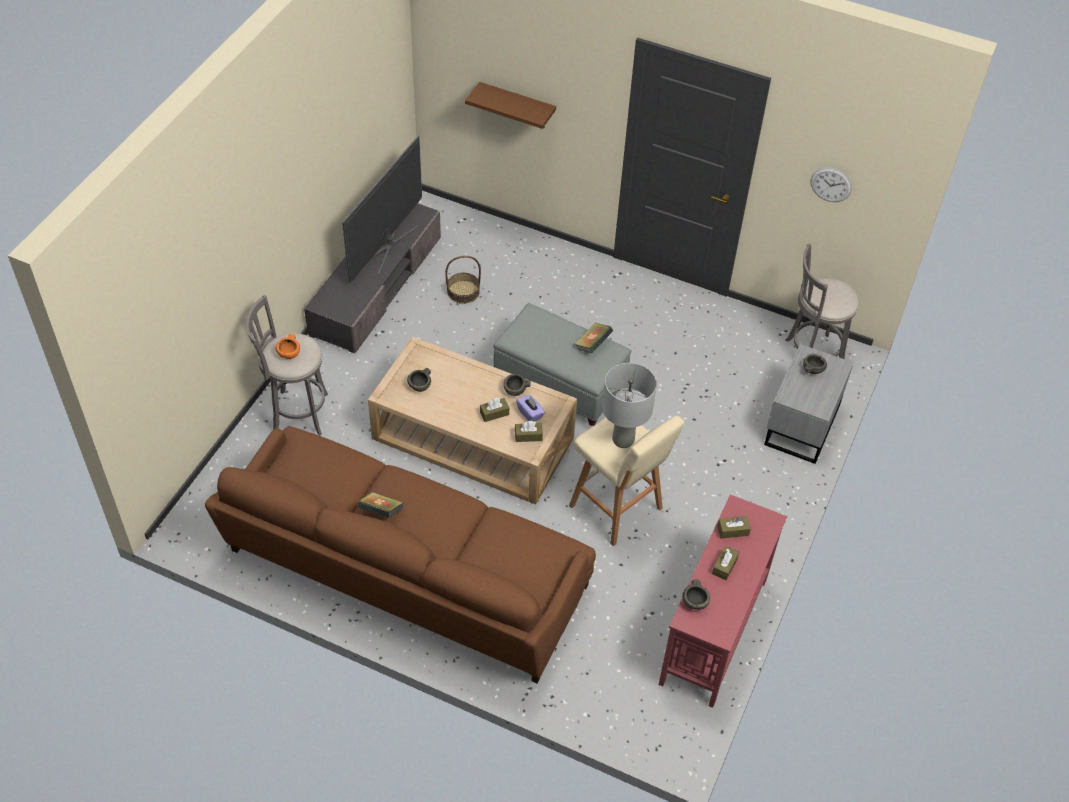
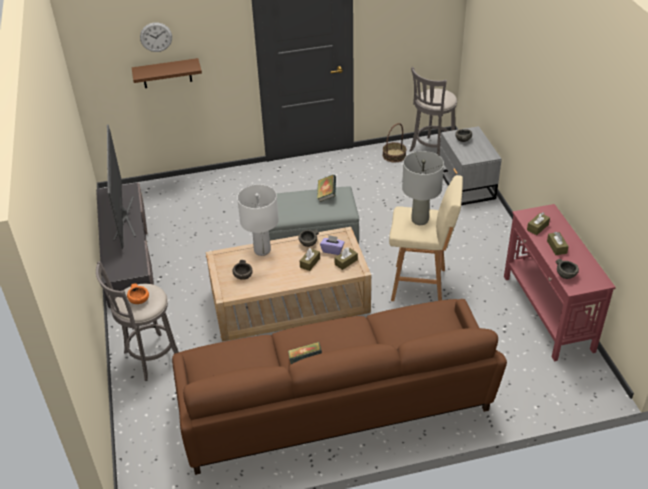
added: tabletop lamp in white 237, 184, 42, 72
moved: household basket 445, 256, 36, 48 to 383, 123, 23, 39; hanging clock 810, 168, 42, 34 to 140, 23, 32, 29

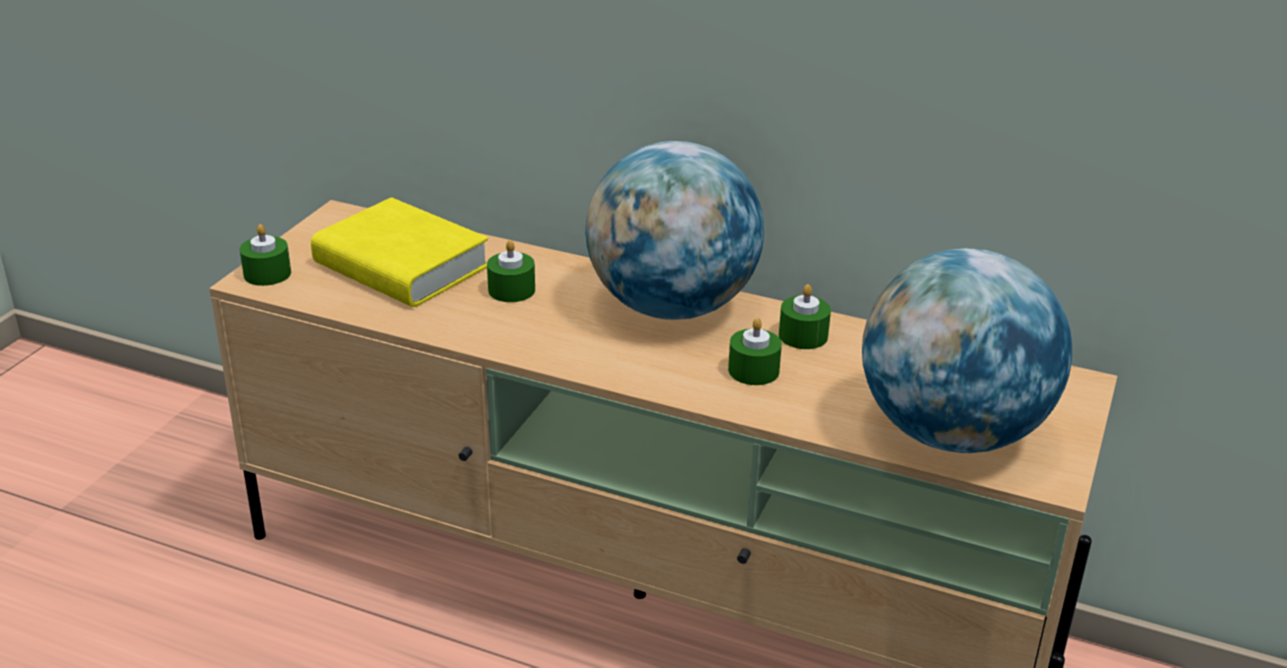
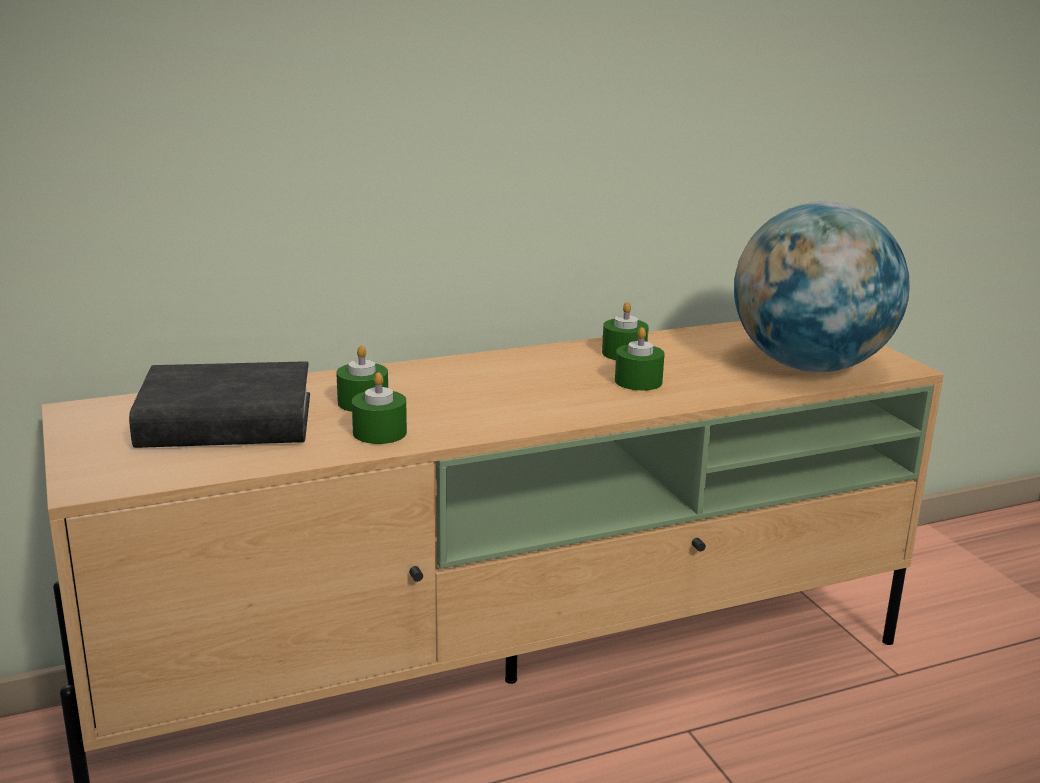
removed: world globe 585, 141, 179, 179
moved: wax candle in greenish 240, 224, 51, 62 to 352, 372, 55, 72
recoloured: bound book in yellow-coloured 311, 197, 177, 110 to bound book in black-coloured 129, 361, 181, 87

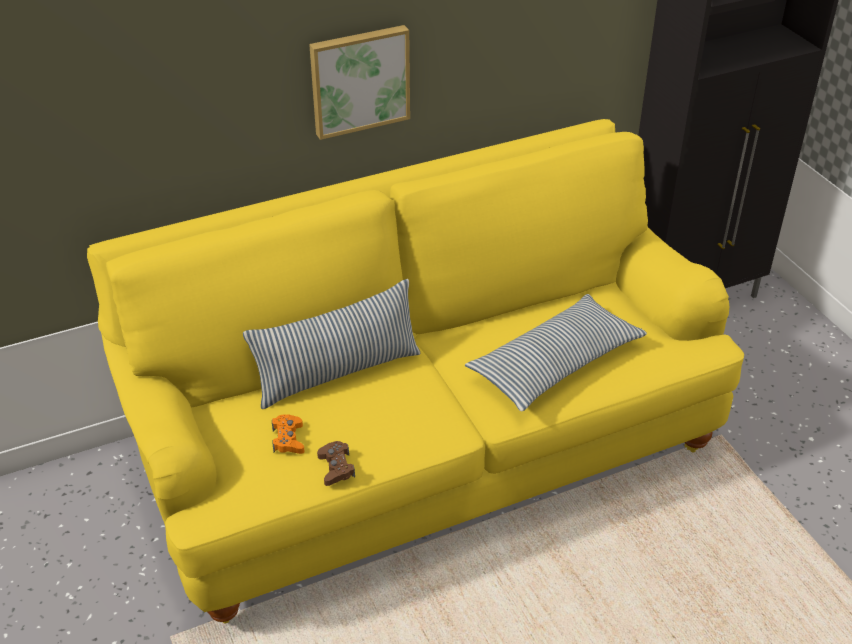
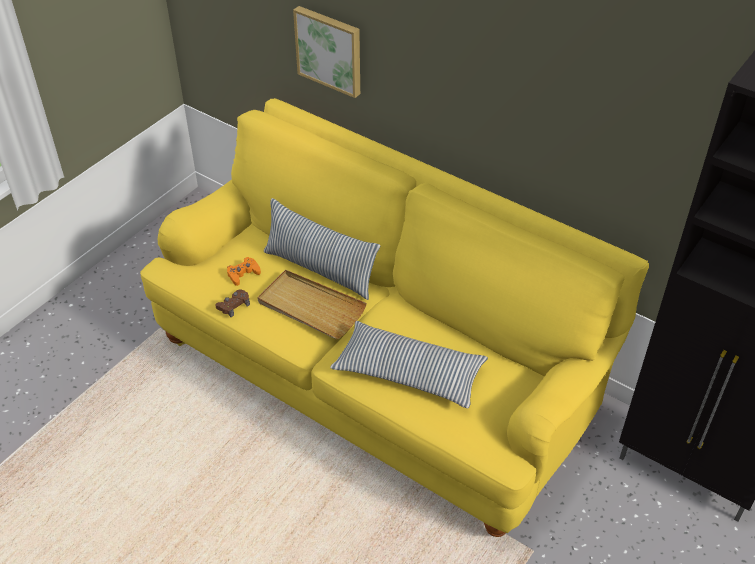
added: serving tray in beige 257, 270, 110, 70
moved: wall art 309, 25, 101, 115 to 293, 6, 67, 92

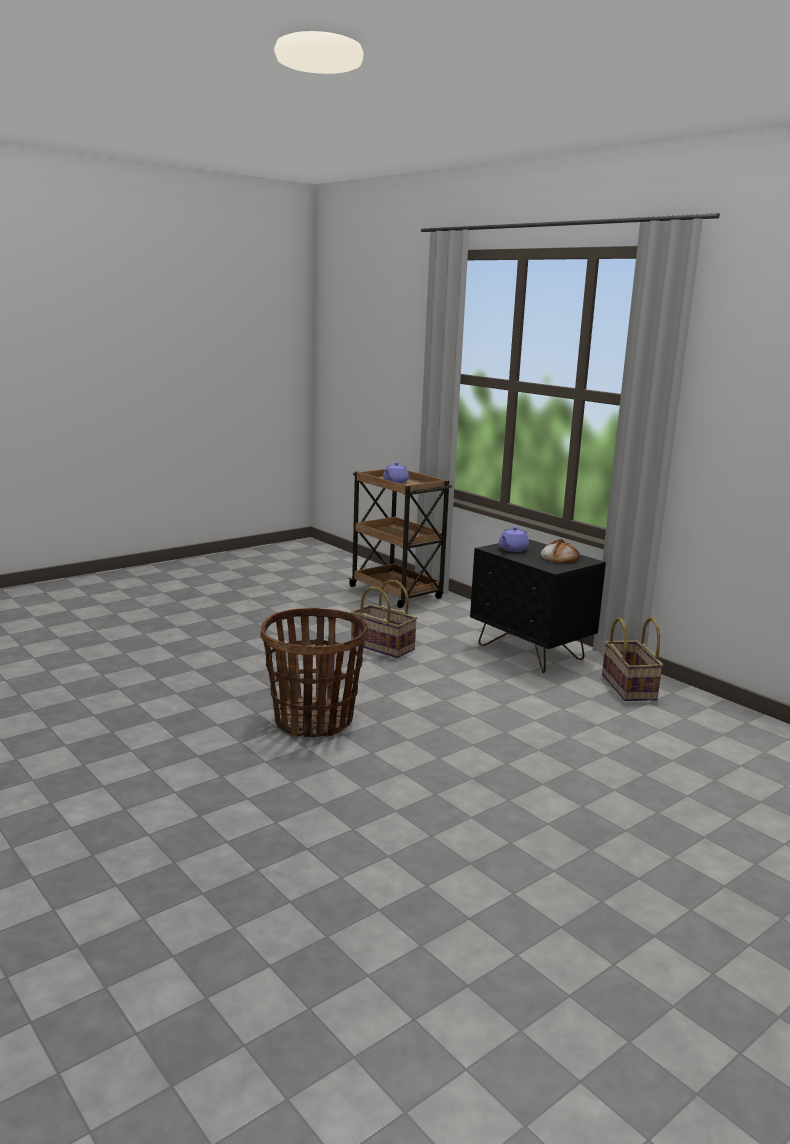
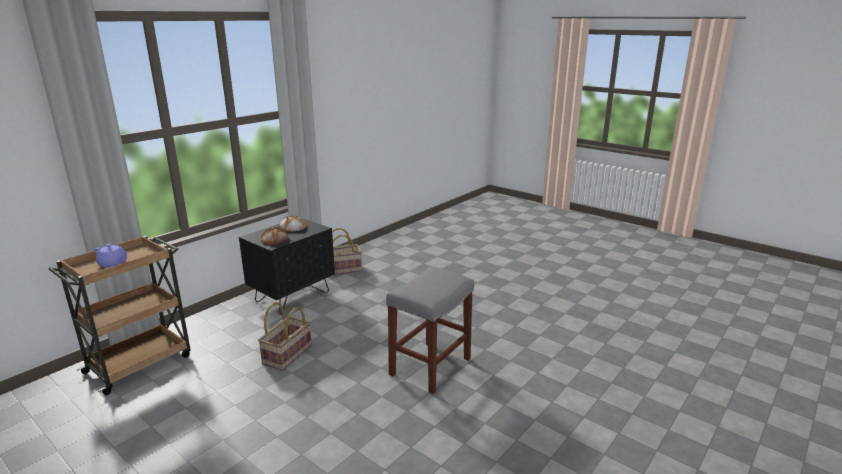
replaced: household basket 260, 608, 108, 130 to sitting stool in grey 386, 267, 88, 127; pot for tea in purplish 499, 526, 30, 26 to baked bread 260, 226, 28, 19

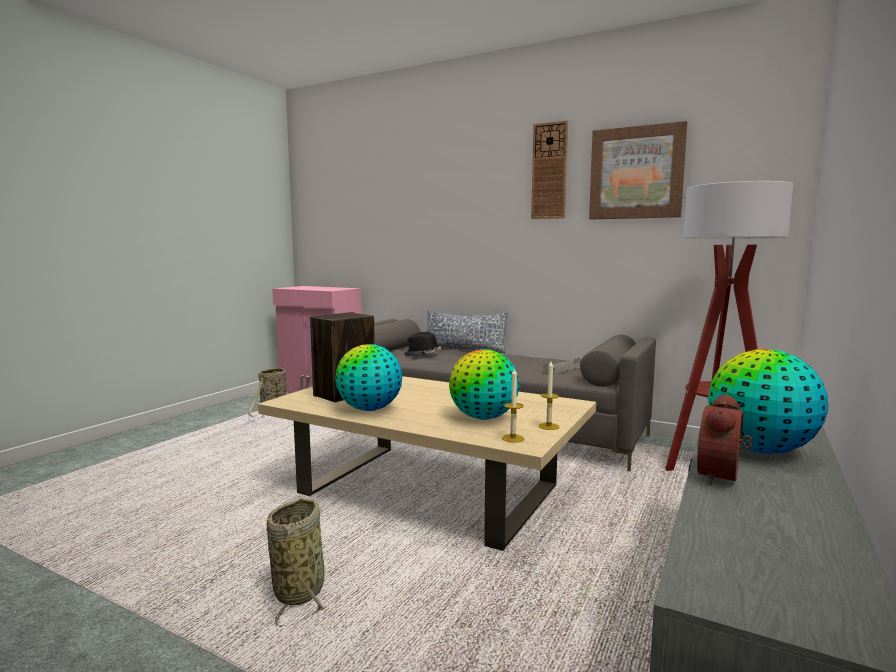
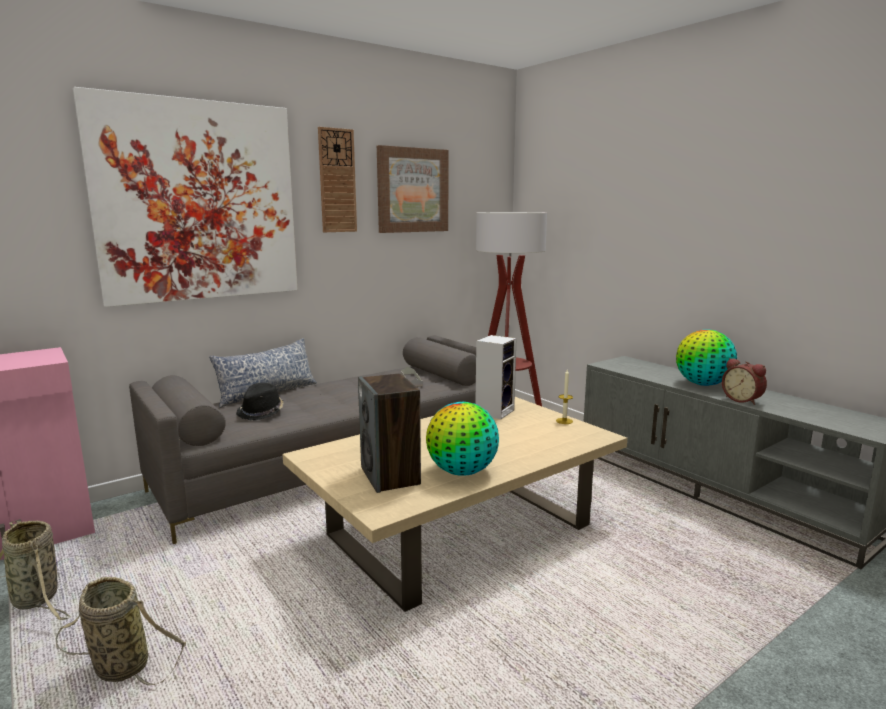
removed: world globe 449, 349, 70, 71; wax candle 502, 368, 22, 75
added: wall art 73, 87, 225, 220; audio speaker 475, 335, 42, 84
moved: household basket 266, 498, 60, 129 to 56, 577, 130, 109

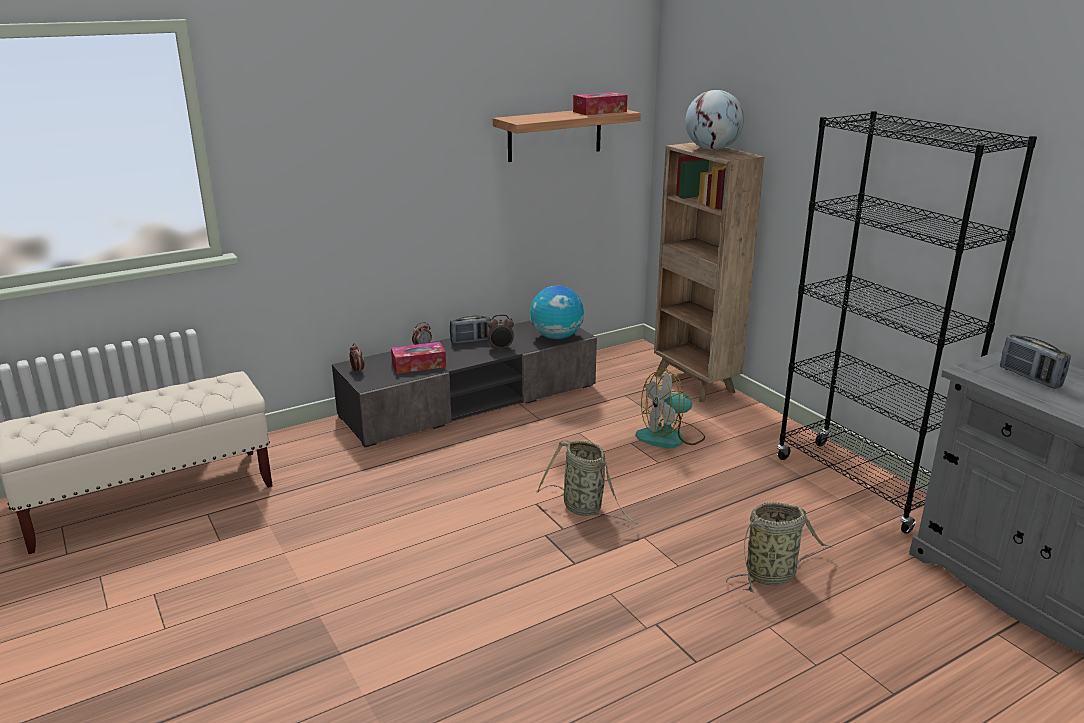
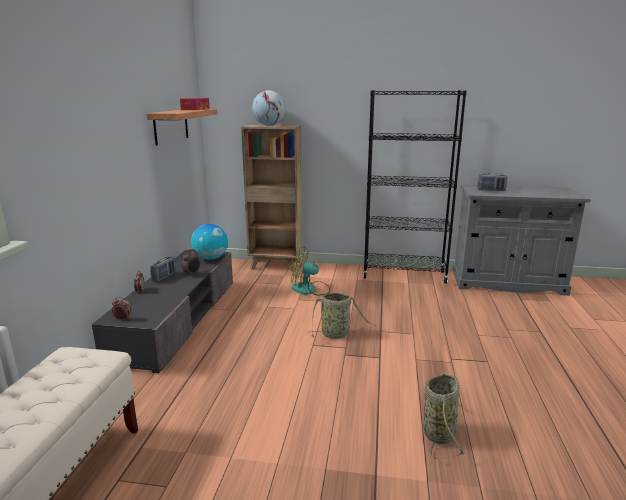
removed: tissue box 391, 342, 55, 32
moved: household basket 726, 502, 107, 90 to 423, 373, 42, 86
turned: fan 636, 368, 69, 81 = 291, 247, 39, 49 75 degrees clockwise

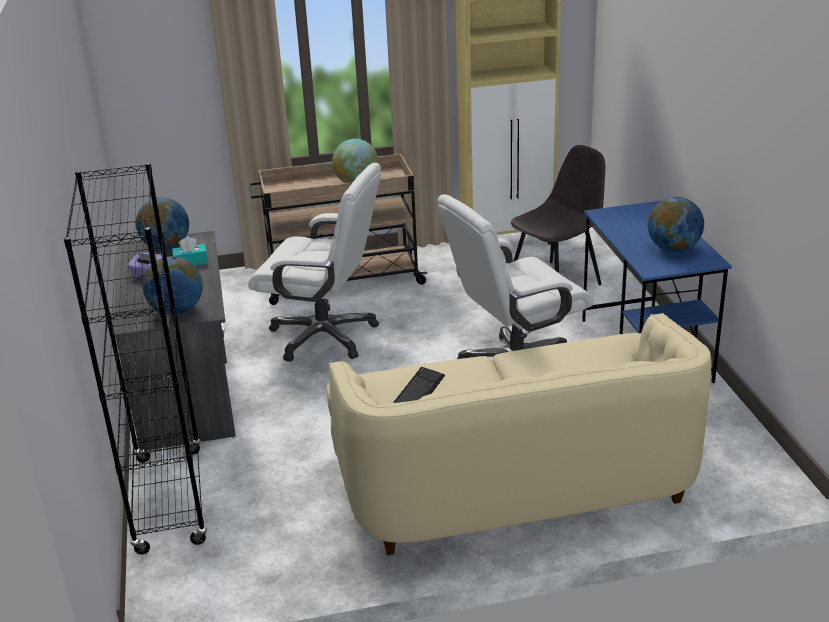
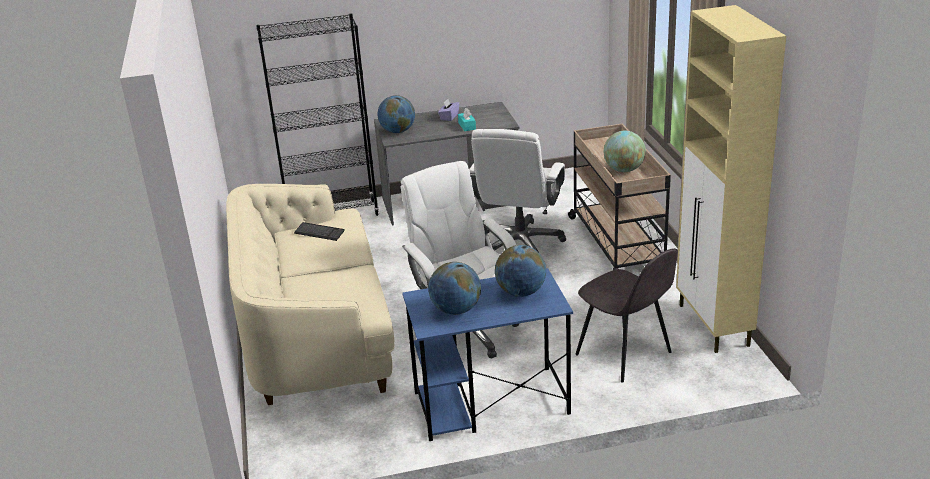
moved: world globe 136, 198, 53, 52 to 495, 245, 51, 52

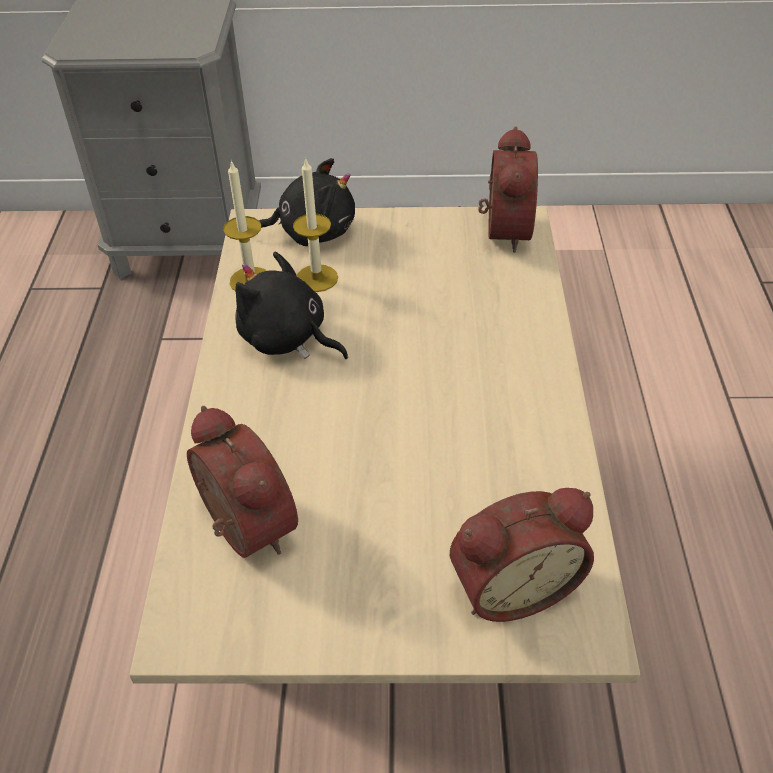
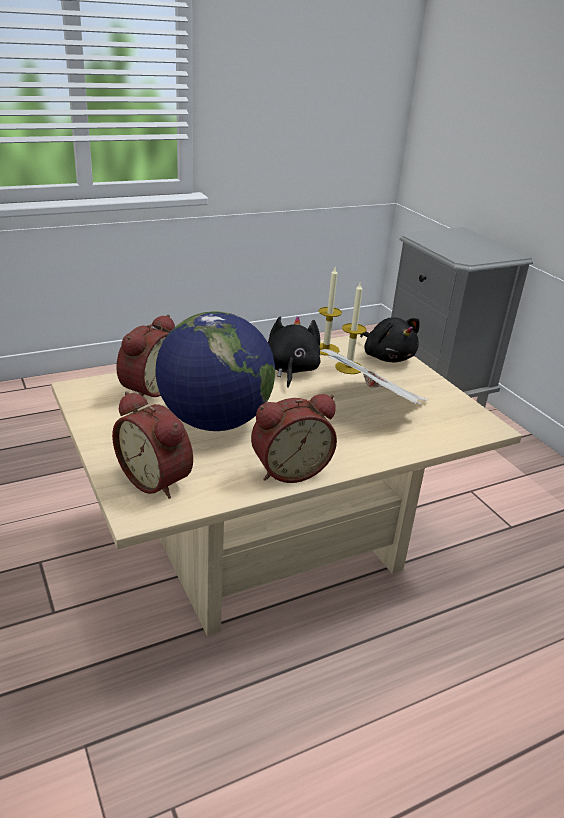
added: world globe 155, 311, 120, 120; printed paper 320, 349, 108, 56
moved: alarm clock 478, 126, 60, 127 to 251, 394, 86, 89

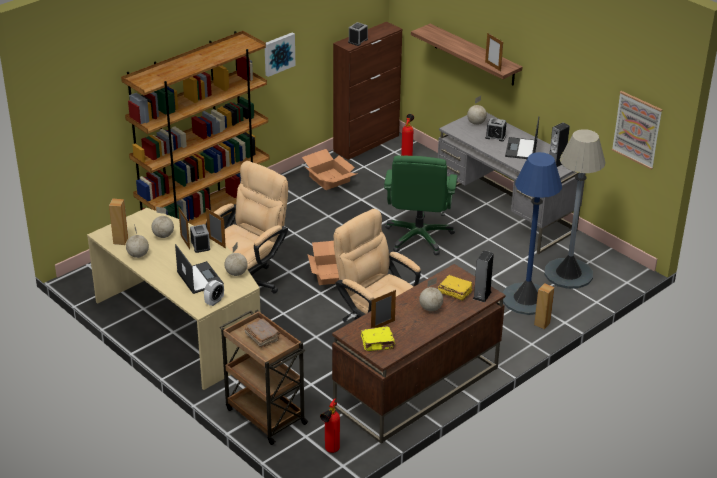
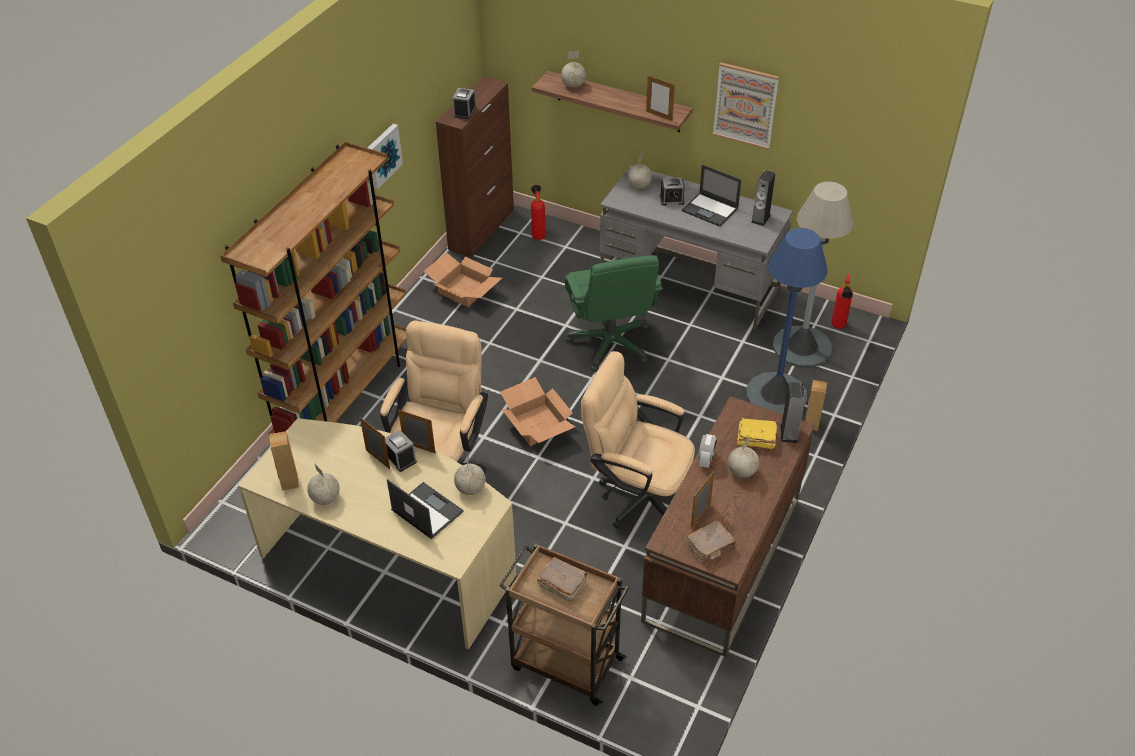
moved: world globe 152, 207, 22, 31 to 561, 51, 25, 37; alarm clock 204, 280, 20, 26 to 698, 434, 19, 34; extinguisher 320, 398, 20, 55 to 831, 274, 22, 55; wall art 612, 91, 51, 78 to 713, 62, 66, 88
recoloured: bound book in yellow-coloured 361, 326, 34, 25 to bound book in brown-coloured 686, 521, 50, 42
turned: laptop 505, 117, 34, 42 = 682, 165, 59, 62 45 degrees counterclockwise

